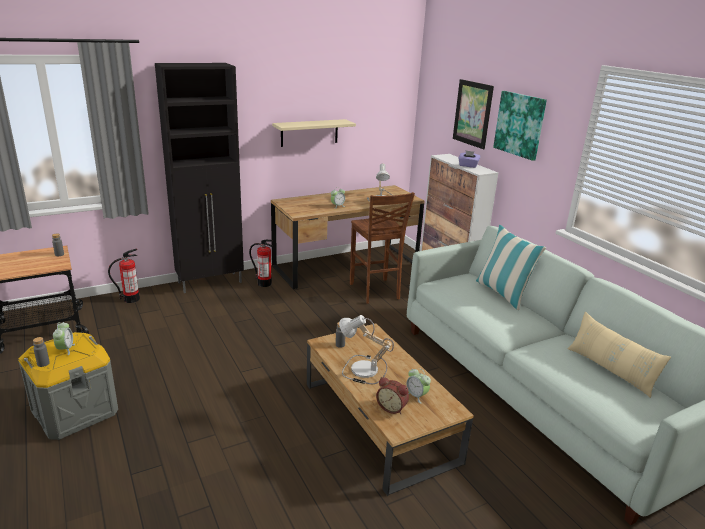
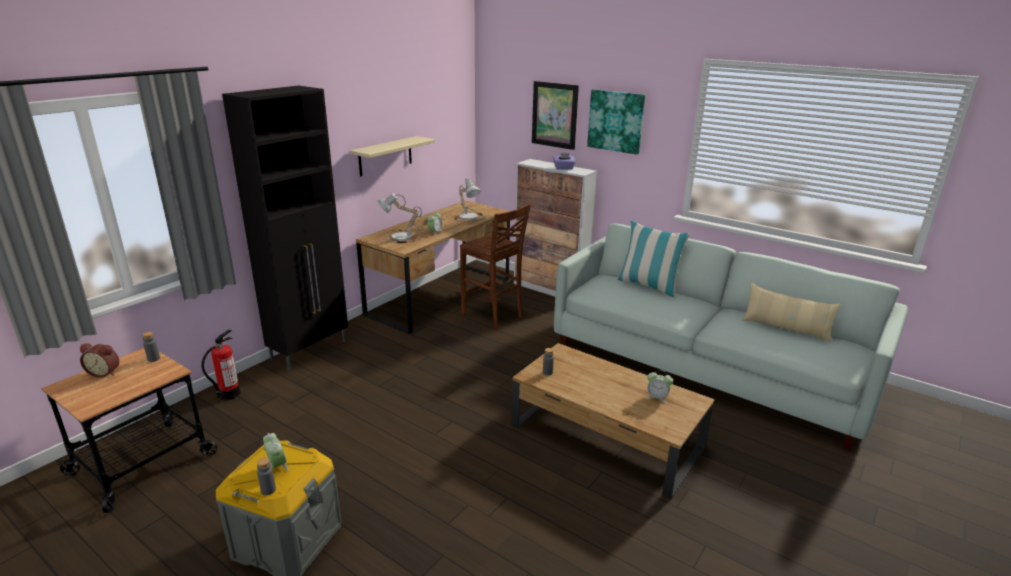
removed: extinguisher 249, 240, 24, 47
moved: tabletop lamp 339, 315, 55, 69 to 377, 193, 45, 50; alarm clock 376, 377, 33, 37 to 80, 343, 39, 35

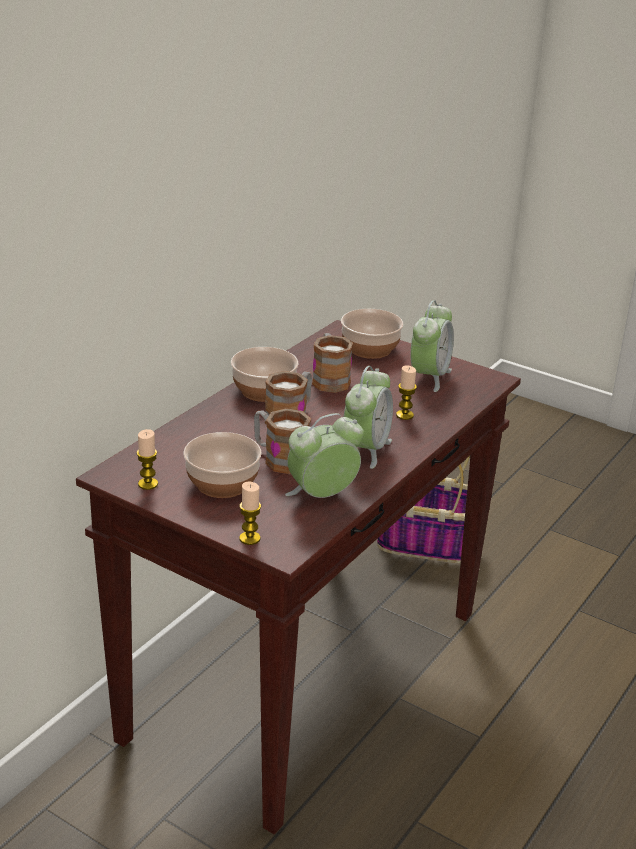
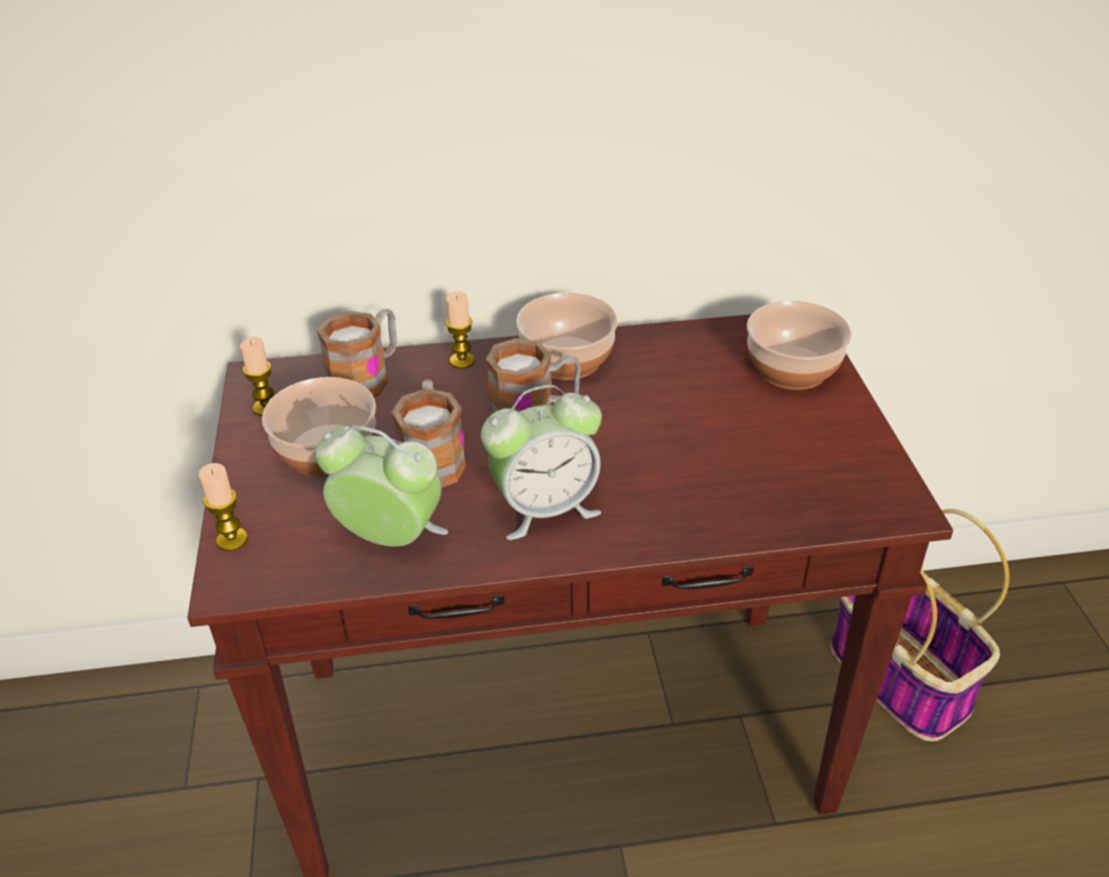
removed: alarm clock 410, 300, 44, 92
moved: tea mug 312, 333, 41, 60 to 317, 309, 80, 88; wax candle 396, 365, 21, 55 to 446, 291, 29, 78

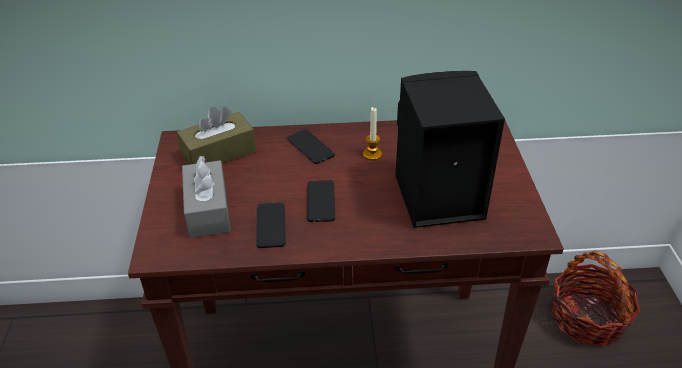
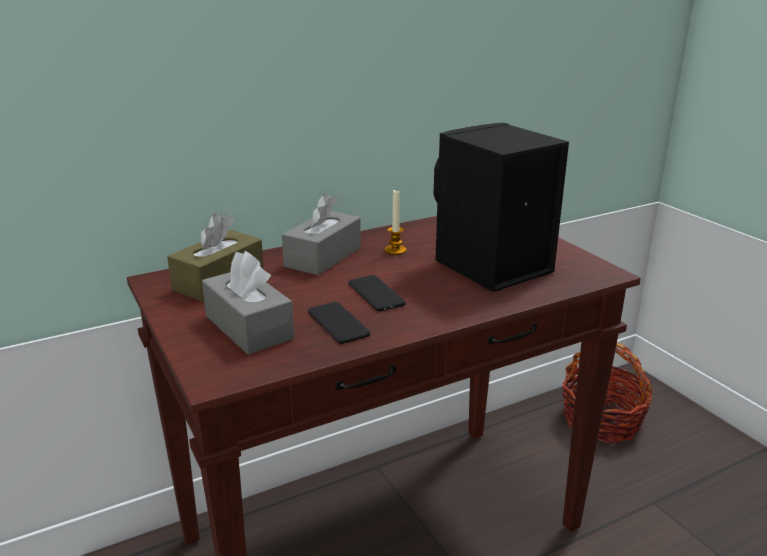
replaced: phone 287, 129, 48, 35 to tissue box in grey 282, 194, 79, 82

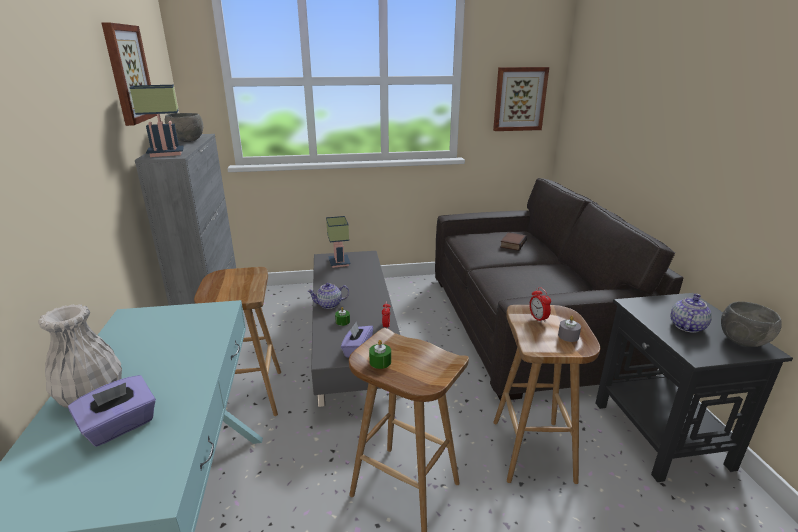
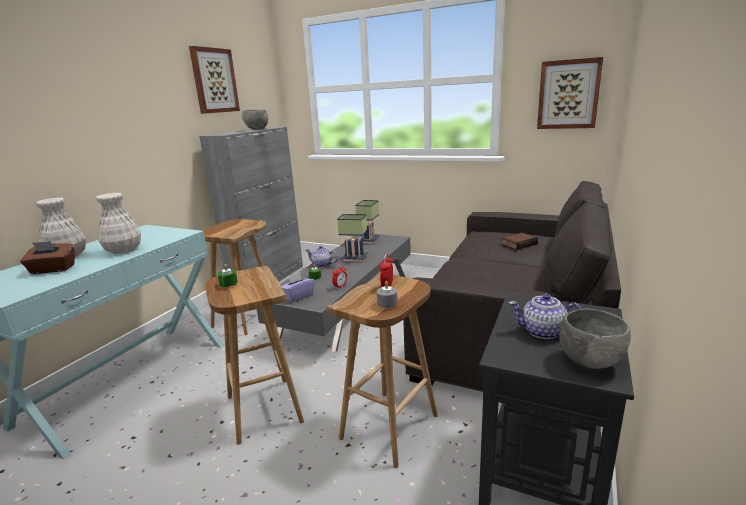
added: flower vase in white 95, 193, 46, 61
moved: tabletop lamp 129, 85, 55, 72 to 337, 214, 31, 48
recoloured: tissue box in purplish 68, 375, 88, 72 to tissue box in brown-coloured 20, 241, 55, 33
turned: pot for tea 671, 293, 41, 40 = 509, 294, 72, 45 150 degrees counterclockwise

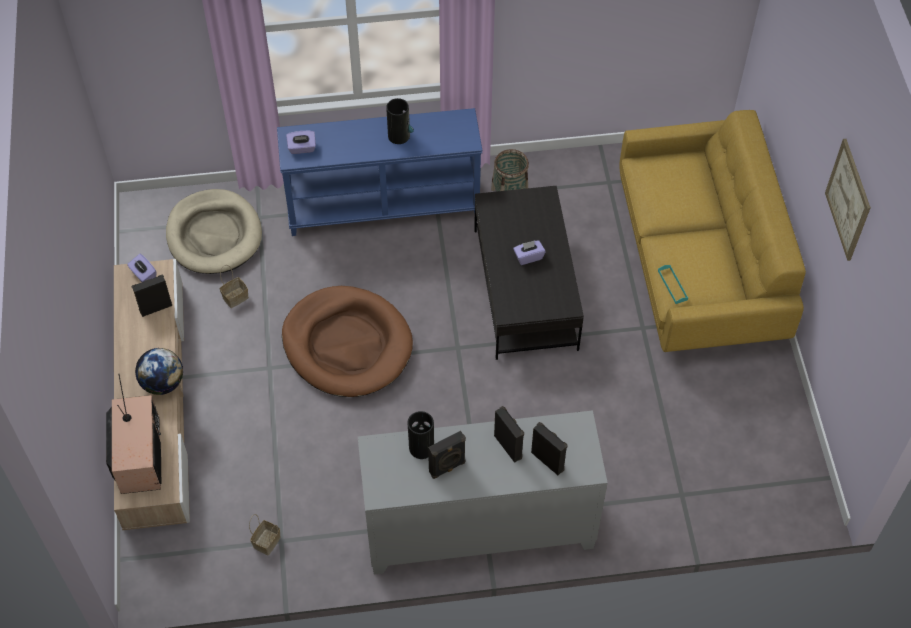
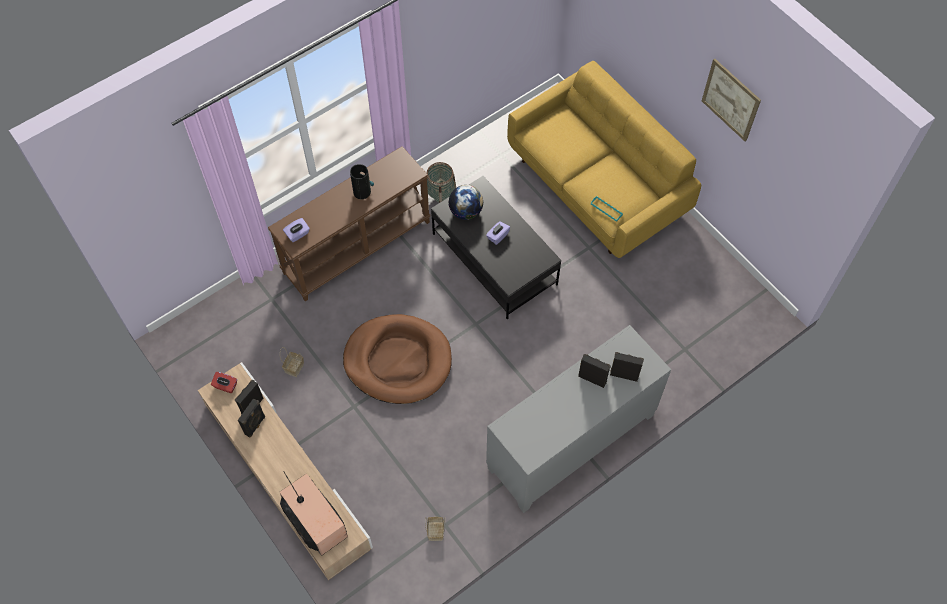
removed: dog bed in beige 166, 189, 96, 85; flower vase 407, 411, 27, 48
moved: world globe 135, 348, 48, 47 to 449, 185, 34, 35; audio speaker in black-coloured 428, 431, 38, 48 to 238, 398, 27, 40
recoloured: tissue box in purplish 127, 254, 29, 28 to tissue box in red-coloured 211, 372, 26, 21; console table in blue 277, 108, 206, 128 to console table in brown-coloured 268, 146, 163, 155

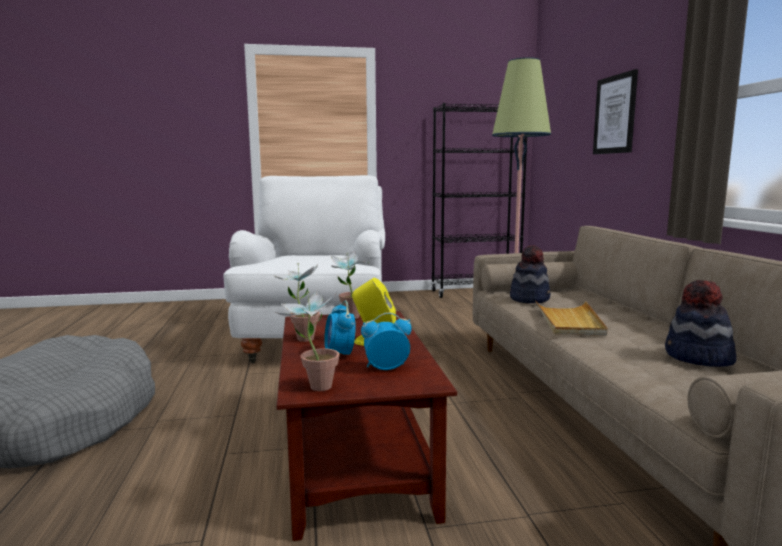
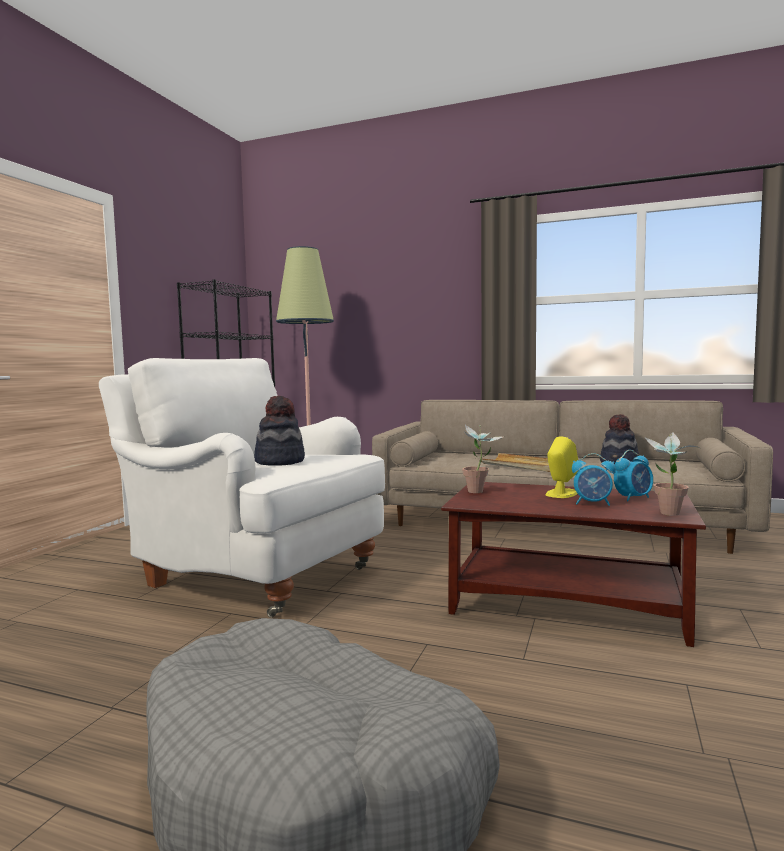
removed: potted plant 273, 263, 47, 79; wall art 593, 69, 45, 85
moved: hat 510, 245, 40, 58 to 254, 396, 51, 70
turned: alarm clock 361, 312, 51, 58 = 614, 450, 39, 51 135 degrees counterclockwise

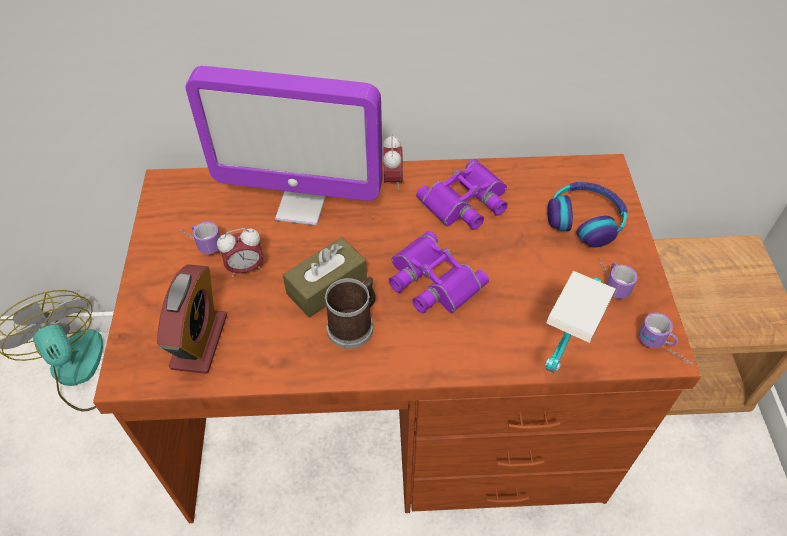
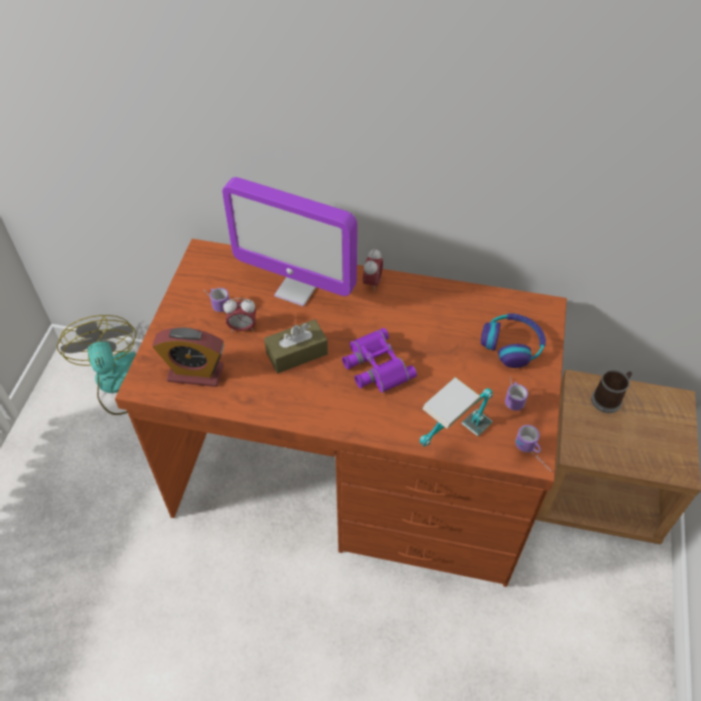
removed: pair of binoculars in purplish 416, 159, 92, 71
moved: tea mug 324, 277, 52, 72 to 591, 369, 41, 44
turned: alarm clock 157, 264, 70, 110 = 152, 327, 72, 60 75 degrees clockwise

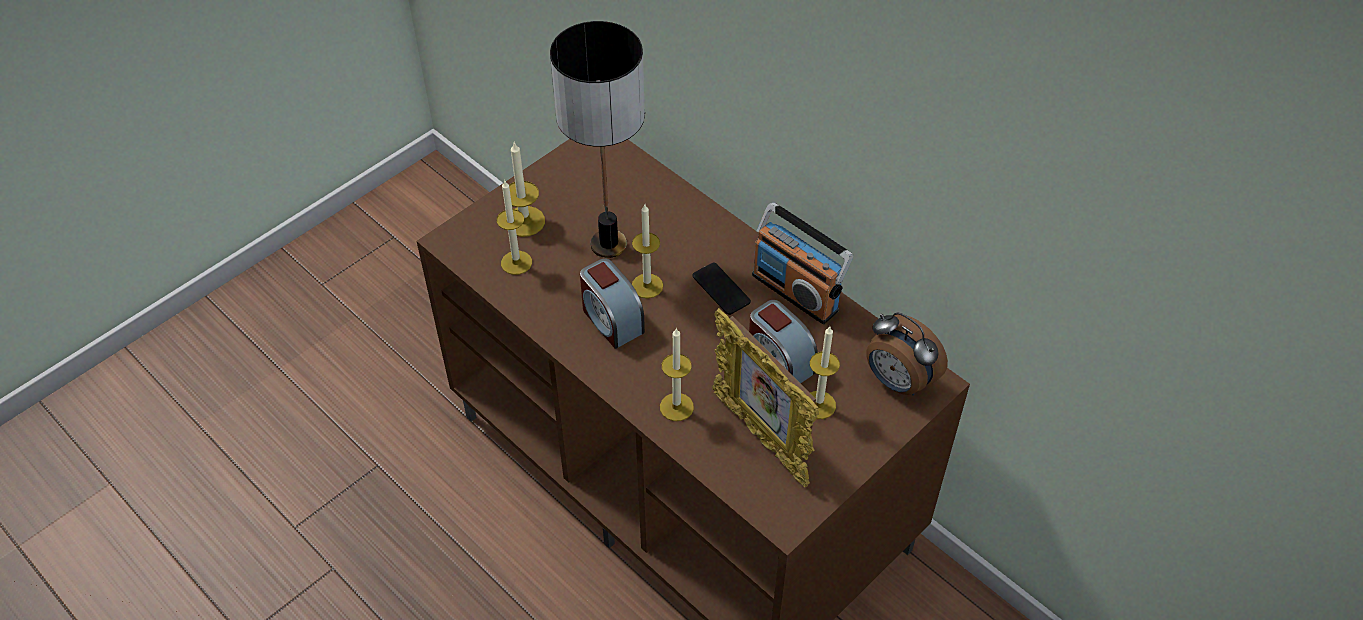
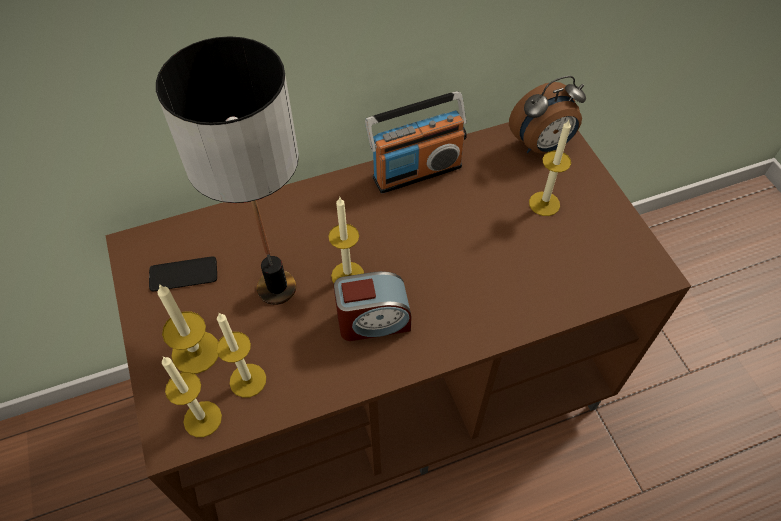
removed: picture frame 712, 308, 107, 179; alarm clock 749, 300, 69, 83
moved: wax candle 660, 328, 34, 93 to 162, 357, 60, 80; phone 693, 262, 58, 53 to 149, 256, 68, 35

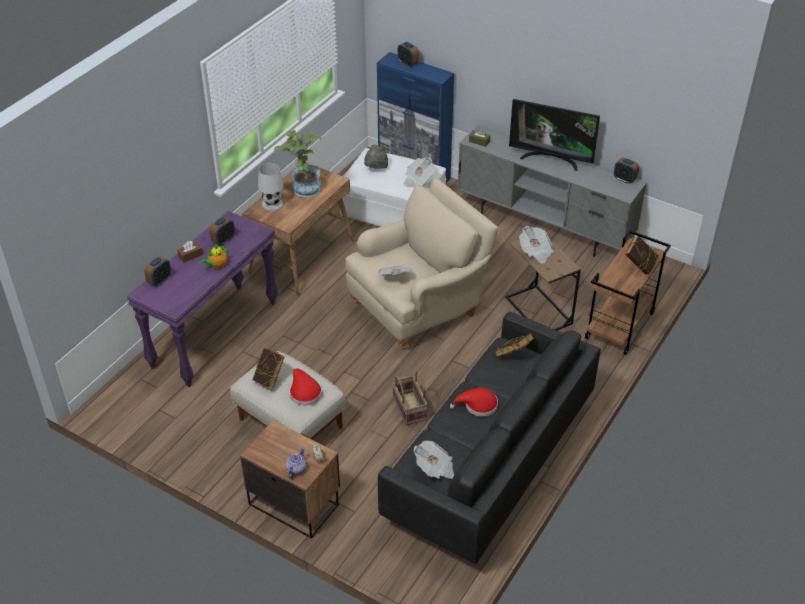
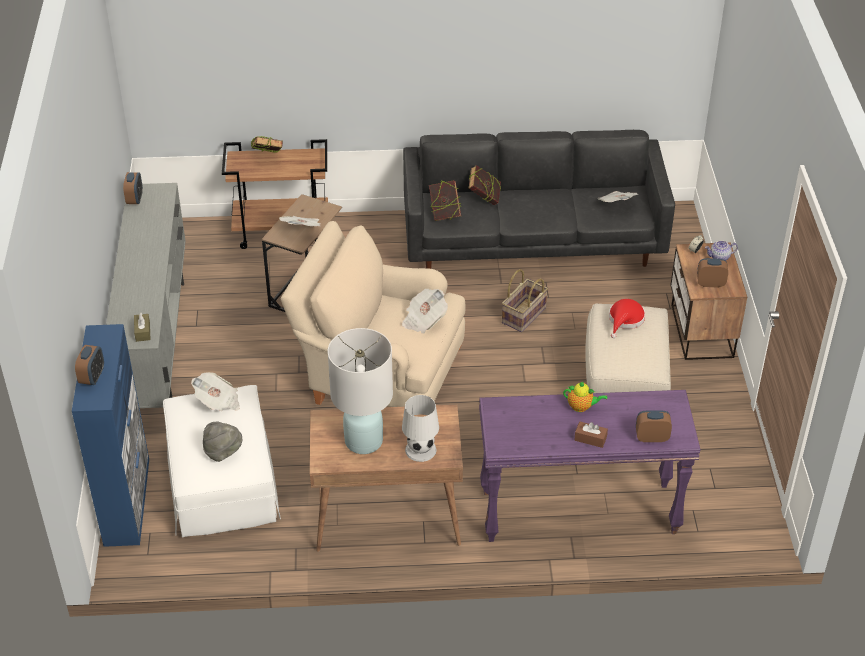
removed: hat in red-coloured 450, 388, 48, 29; TV 509, 99, 91, 72
moved: alarm clock 209, 216, 26, 29 to 697, 258, 31, 30; bound book 253, 348, 32, 41 to 469, 165, 32, 40
replaced: potted plant 274, 130, 49, 68 to tabletop lamp in white 328, 328, 65, 126

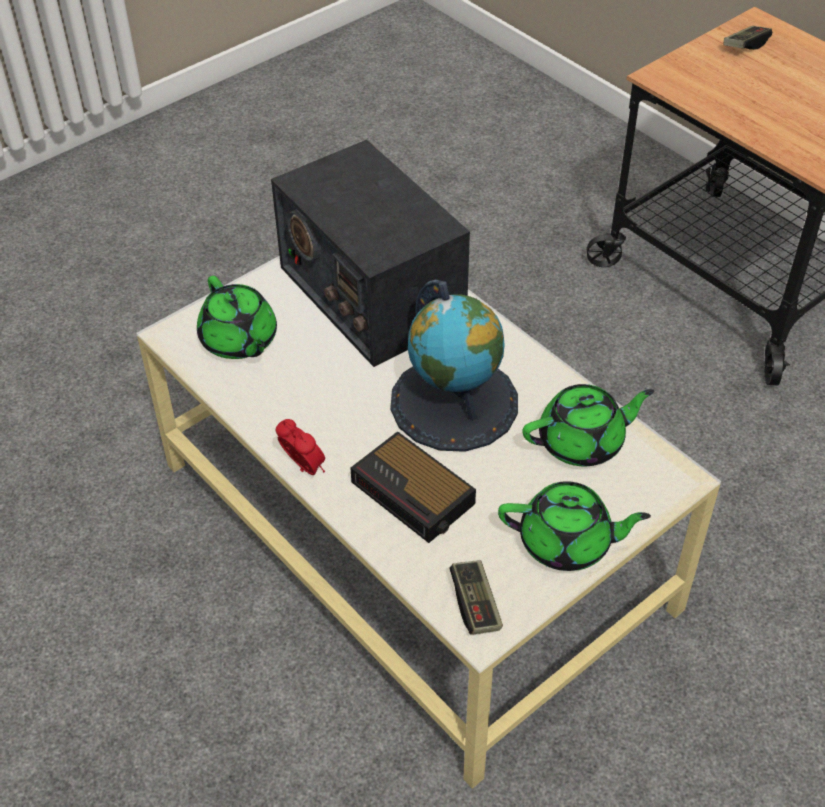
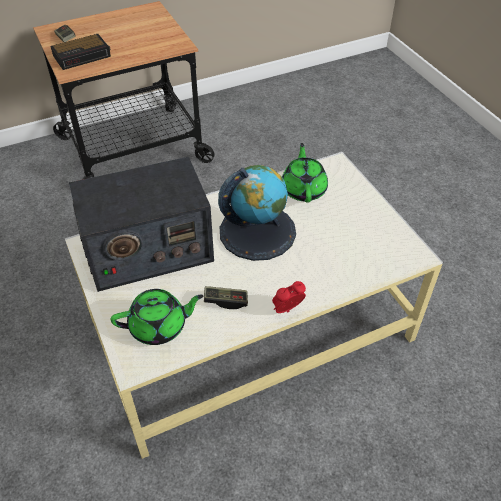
removed: pot for tea in greenish 498, 481, 153, 90
moved: alarm clock 351, 431, 125, 112 to 51, 34, 60, 36; game controller 450, 560, 53, 75 to 204, 286, 44, 23

